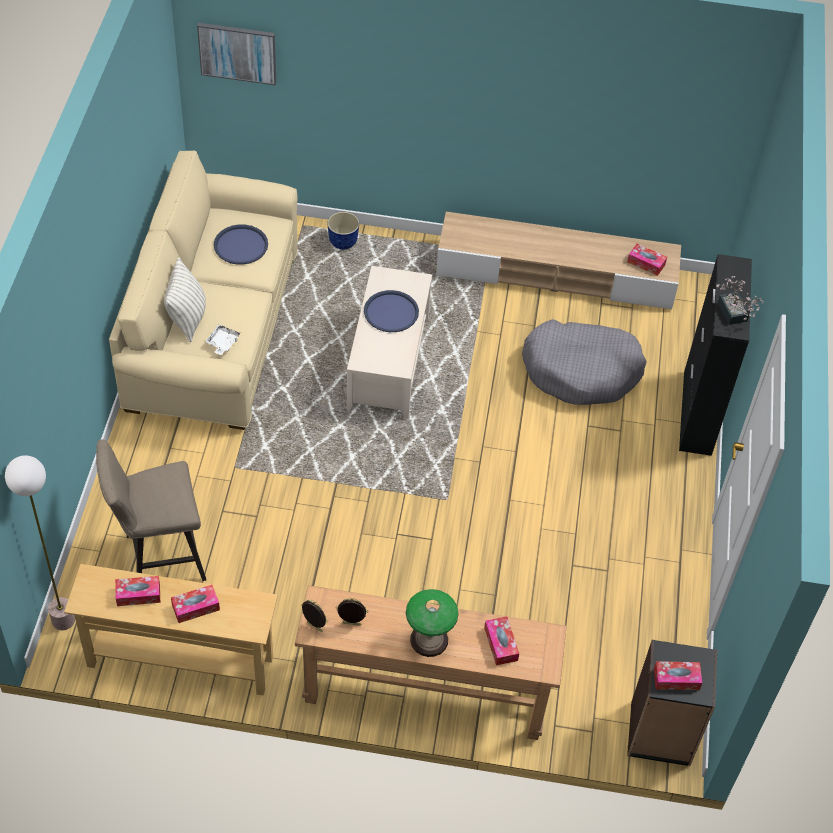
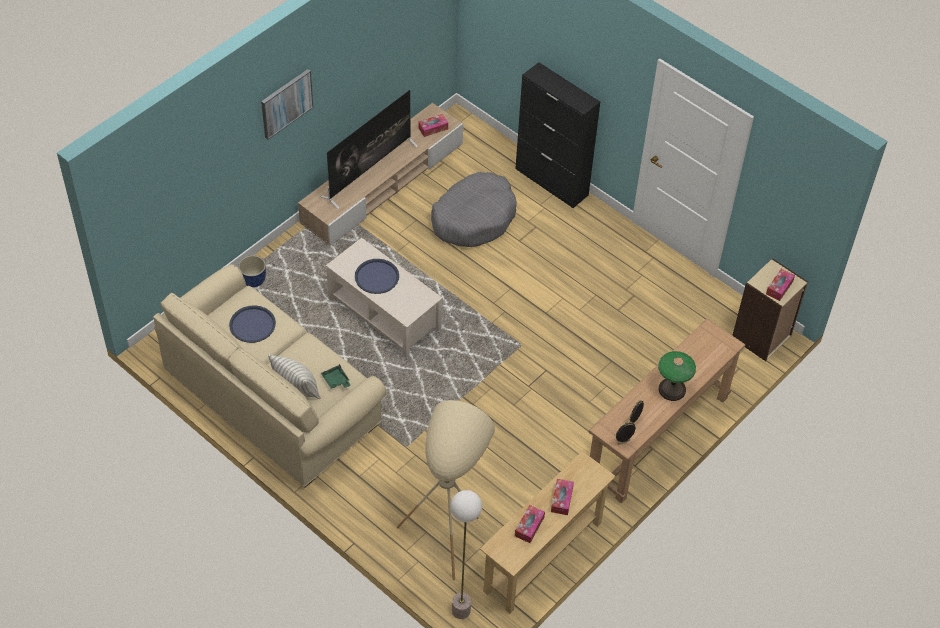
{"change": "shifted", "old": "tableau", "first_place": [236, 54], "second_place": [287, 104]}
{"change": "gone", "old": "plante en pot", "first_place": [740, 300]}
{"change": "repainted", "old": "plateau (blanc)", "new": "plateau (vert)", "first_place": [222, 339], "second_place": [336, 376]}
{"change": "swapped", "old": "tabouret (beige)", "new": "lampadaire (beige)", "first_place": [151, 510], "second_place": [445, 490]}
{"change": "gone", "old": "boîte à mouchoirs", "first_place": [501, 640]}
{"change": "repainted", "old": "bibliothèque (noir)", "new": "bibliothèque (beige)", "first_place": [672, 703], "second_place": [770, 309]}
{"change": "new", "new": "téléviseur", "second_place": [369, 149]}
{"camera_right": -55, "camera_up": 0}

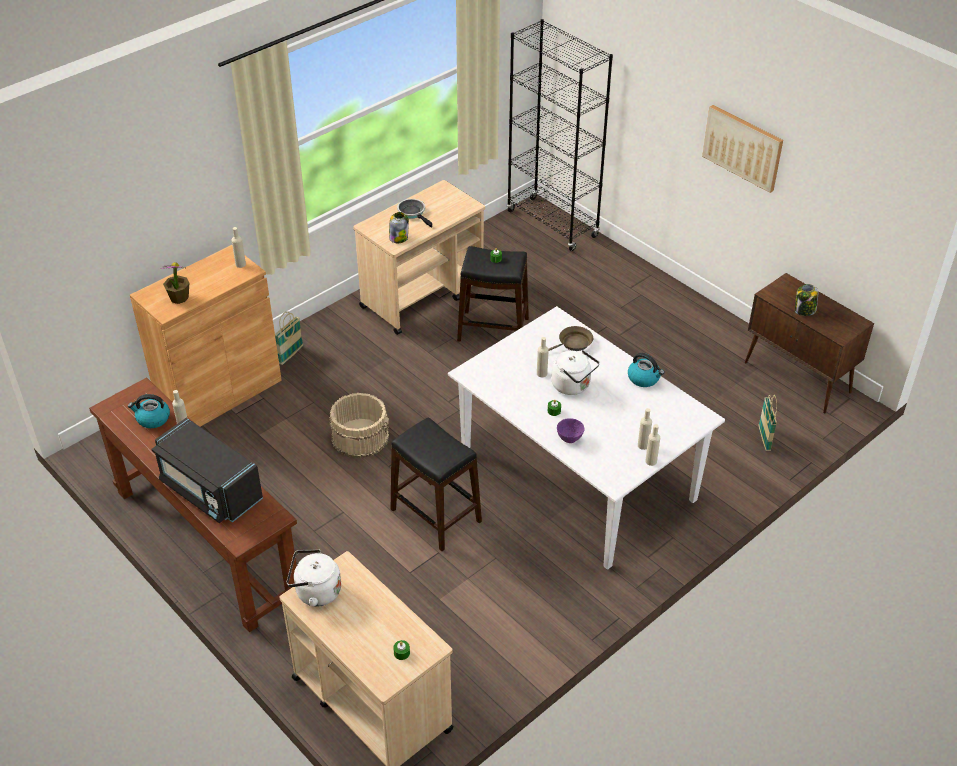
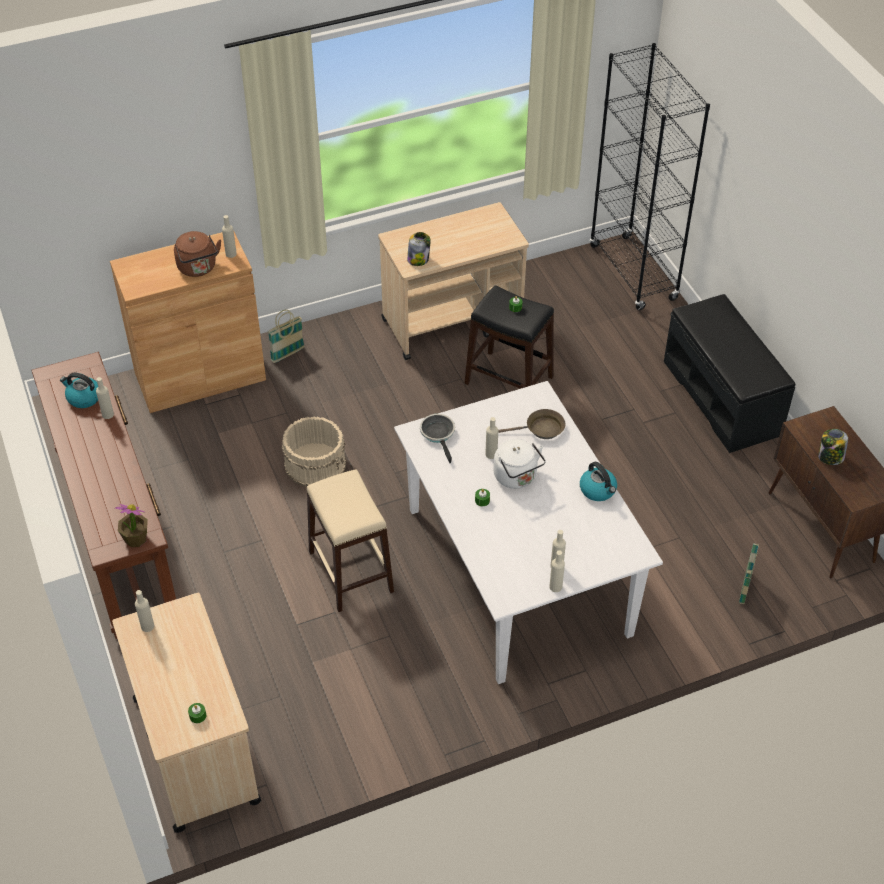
{"change": "gone", "old": "tableau", "first_place": [742, 149]}
{"change": "shifted", "old": "poêle", "first_place": [414, 213], "second_place": [437, 438]}
{"change": "shifted", "old": "plante en pot", "first_place": [175, 283], "second_place": [131, 525]}
{"change": "gone", "old": "micro-ondes (noir)", "first_place": [207, 470]}
{"change": "repainted", "old": "tabouret (noir)", "new": "tabouret (beige)", "first_place": [436, 484], "second_place": [350, 541]}
{"change": "gone", "old": "bol (violet)", "first_place": [571, 430]}
{"change": "swapped", "old": "bouilloire (blanc)", "new": "bouteille (beige)", "first_place": [314, 578], "second_place": [144, 611]}
{"change": "new", "new": "bouilloire (marron)", "second_place": [197, 254]}
{"change": "new", "new": "banc (noir)", "second_place": [729, 373]}
{"camera_right": 20, "camera_up": 5}

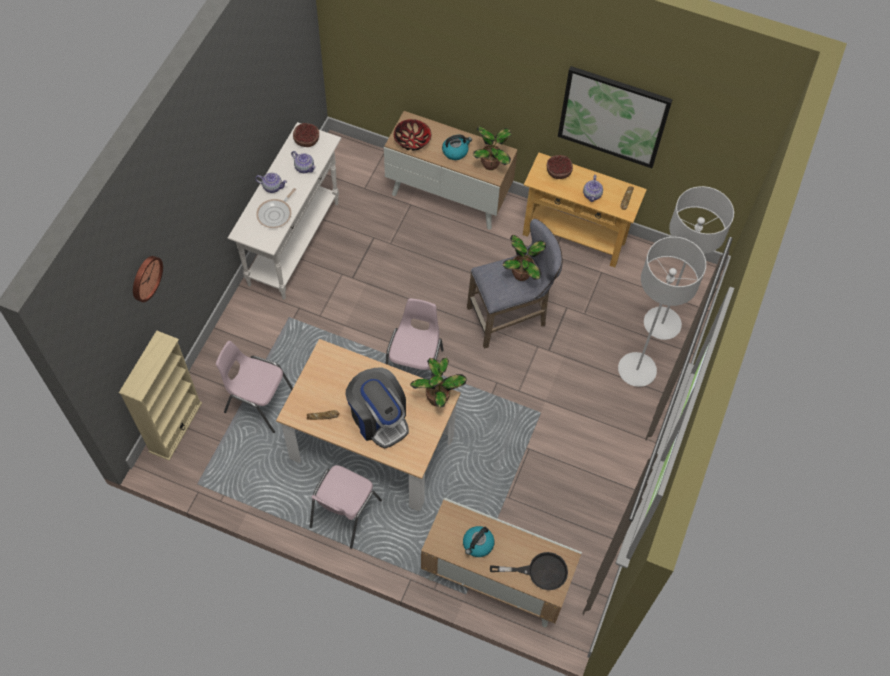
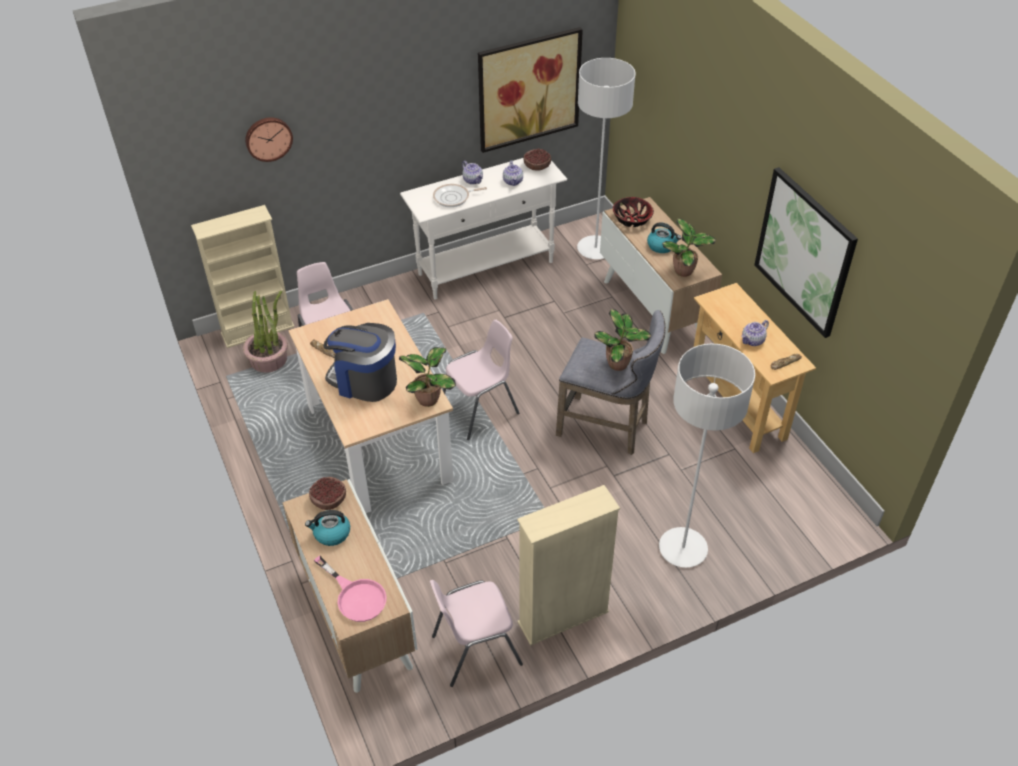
{"change": "shifted", "old": "bol", "first_place": [560, 167], "second_place": [327, 493]}
{"change": "shifted", "old": "lampadaire (gris)", "first_place": [689, 263], "second_place": [606, 158]}
{"change": "rotated", "old": "machine à café", "first_place": [377, 408], "second_place": [360, 362], "degrees": 105}
{"change": "shifted", "old": "chaise (rose)", "first_place": [346, 507], "second_place": [476, 633]}
{"change": "repainted", "old": "poêle (noir)", "new": "poêle (rose)", "first_place": [529, 571], "second_place": [350, 589]}
{"change": "new", "new": "tableau", "second_place": [530, 90]}
{"change": "new", "new": "plante en pot", "second_place": [265, 332]}
{"change": "new", "new": "bibliothèque (beige)", "second_place": [568, 565]}
{"camera_right": 45, "camera_up": -15}

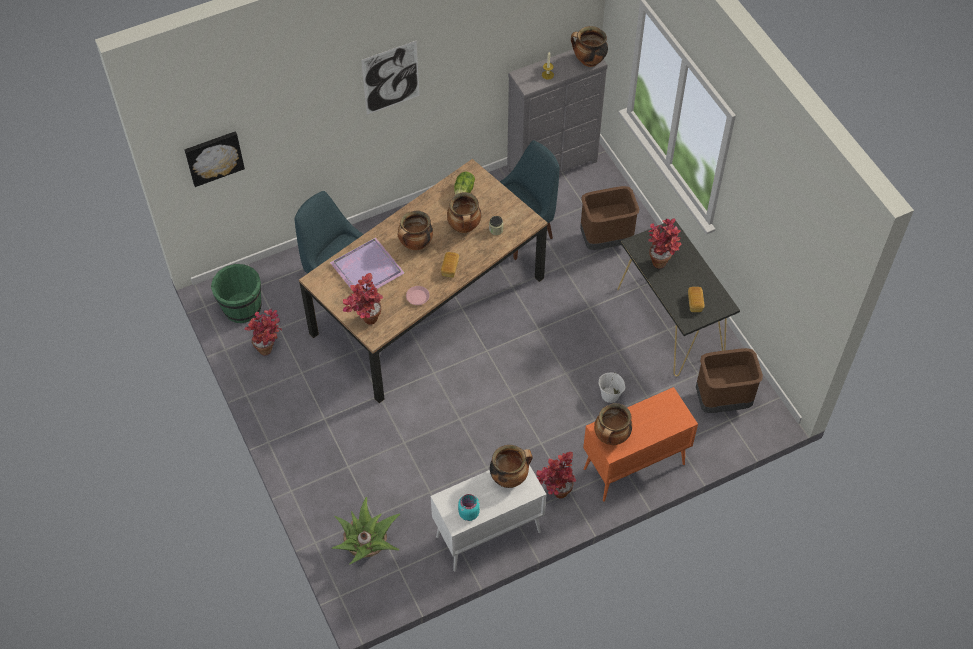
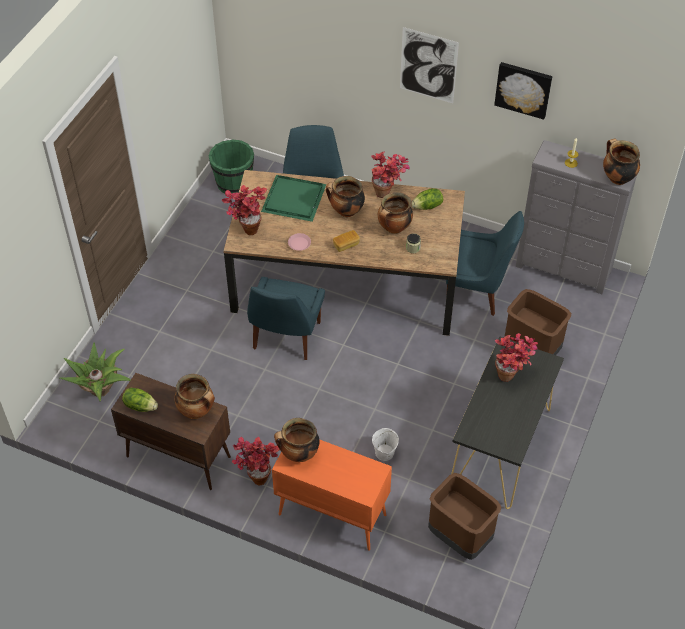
{"change": "shifted", "old": "tableau", "first_place": [214, 159], "second_place": [523, 91]}
{"change": "repainted", "old": "plateau (violet)", "new": "plateau (vert)", "first_place": [367, 265], "second_place": [294, 198]}
{"change": "gone", "old": "pain", "first_place": [696, 299]}
{"change": "shifted", "old": "plante en pot", "first_place": [263, 332], "second_place": [390, 174]}
{"change": "repainted", "old": "meuble de rangement (blanc)", "new": "meuble de rangement (marron)", "first_place": [489, 518], "second_place": [171, 431]}
{"change": "swapped", "old": "bocal (turquoise)", "new": "laitue", "first_place": [469, 507], "second_place": [140, 400]}
{"change": "new", "new": "chaise (bleu)", "second_place": [286, 318]}
{"camera_right": 50, "camera_up": -5}

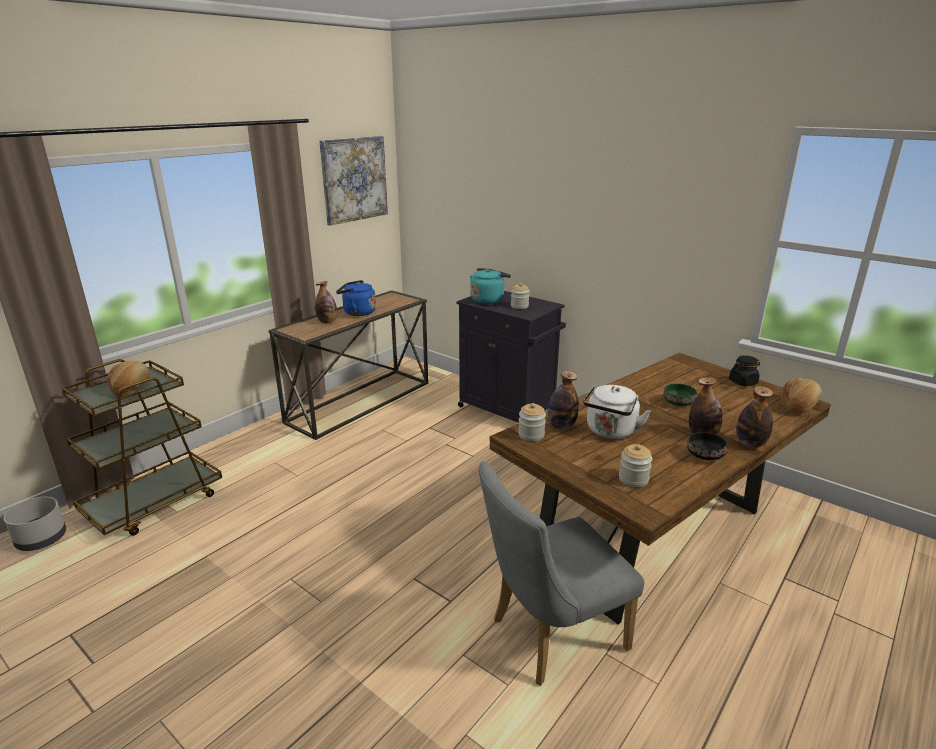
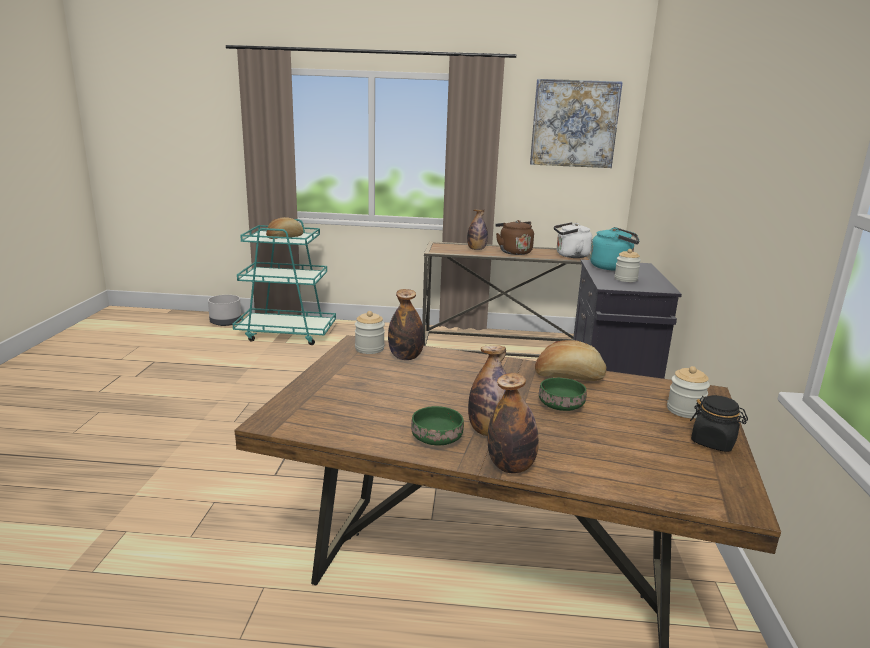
{"change": "repainted", "old": "bouilloire (bleu)", "new": "bouilloire (marron)", "first_place": [356, 298], "second_place": [515, 237]}
{"change": "repainted", "old": "chariot (marron)", "new": "chariot (turquoise)", "first_place": [142, 447], "second_place": [284, 282]}
{"change": "shifted", "old": "pain", "first_place": [801, 396], "second_place": [570, 360]}
{"change": "shifted", "old": "bouilloire (blanc)", "first_place": [617, 412], "second_place": [573, 240]}
{"change": "repainted", "old": "bol (noir)", "new": "bol (vert)", "first_place": [707, 446], "second_place": [437, 426]}
{"change": "shifted", "old": "bocal", "first_place": [635, 465], "second_place": [688, 392]}
{"change": "gone", "old": "chaise (gris)", "first_place": [561, 573]}
{"camera_right": 55, "camera_up": -5}

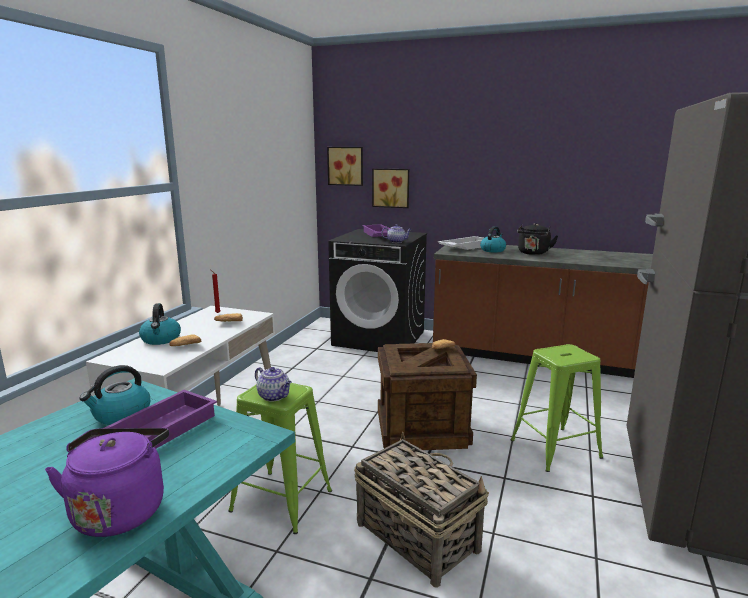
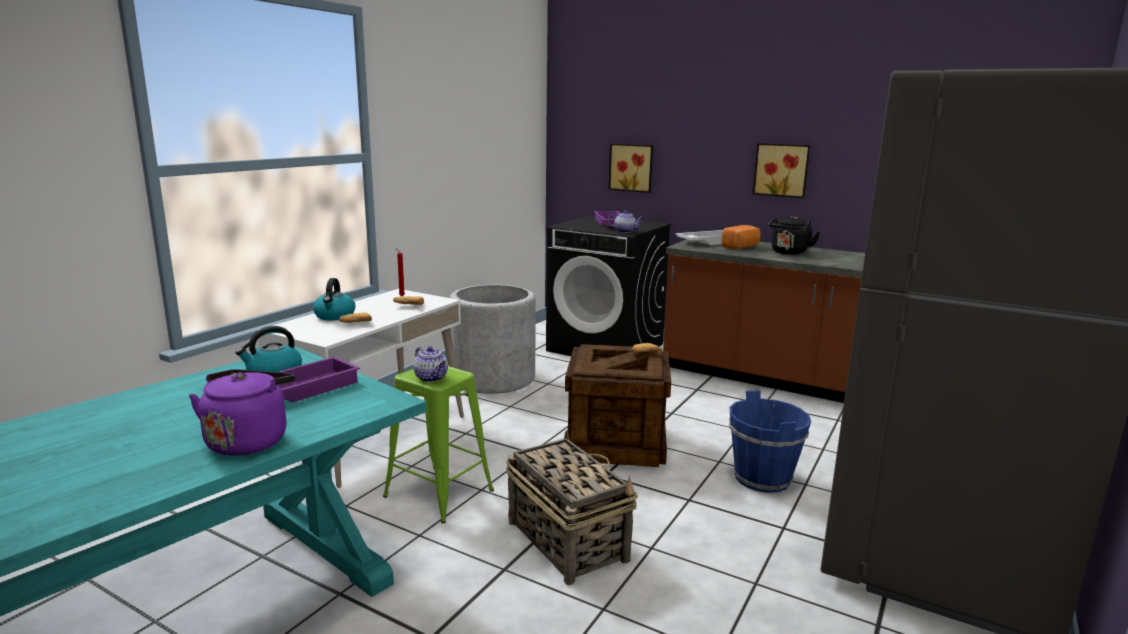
{"change": "shifted", "old": "tableau", "first_place": [345, 166], "second_place": [781, 170]}
{"change": "swapped", "old": "bouilloire", "new": "pain", "first_place": [493, 239], "second_place": [741, 237]}
{"change": "swapped", "old": "tabouret (vert)", "new": "seau (bleu)", "first_place": [557, 408], "second_place": [770, 441]}
{"change": "new", "new": "cache-pot (gris)", "second_place": [493, 339]}
{"camera_right": 10, "camera_up": 0}

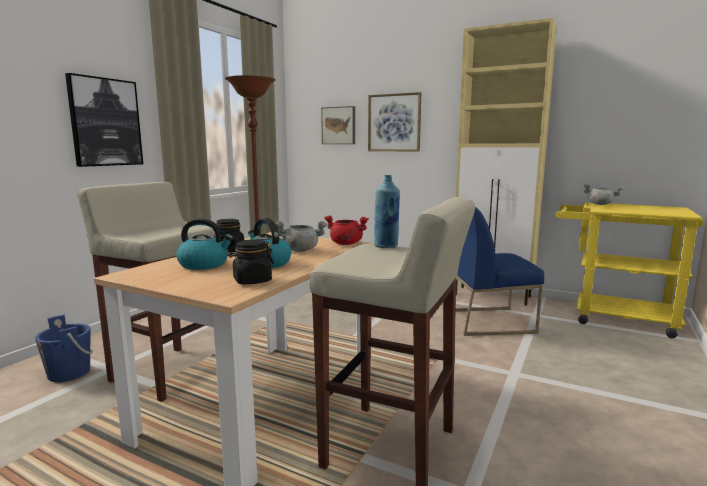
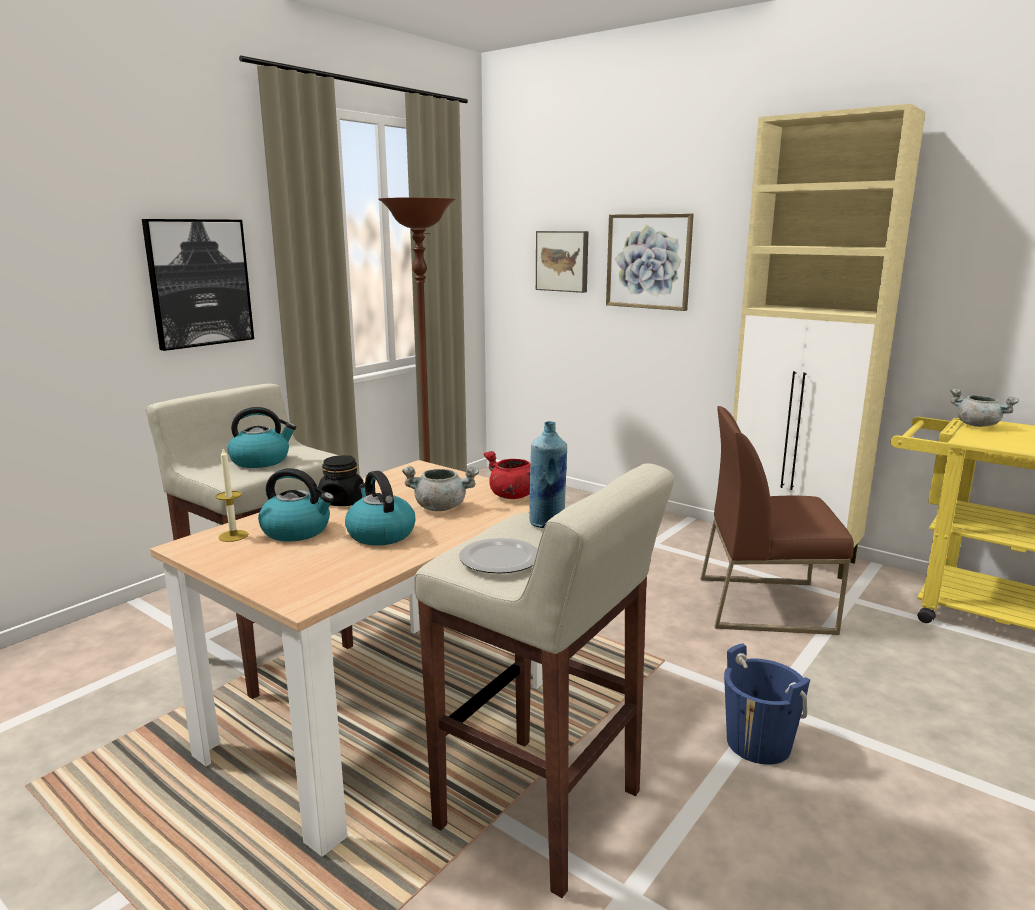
{"change": "repainted", "old": "chaise (bleu)", "new": "chaise (marron)", "first_place": [500, 271], "second_place": [777, 520]}
{"change": "gone", "old": "bocal (noir)", "first_place": [250, 261]}
{"change": "shifted", "old": "seau (bleu)", "first_place": [64, 348], "second_place": [767, 704]}
{"change": "new", "new": "bouilloire", "second_place": [261, 437]}
{"change": "new", "new": "bougie", "second_place": [232, 495]}
{"change": "new", "new": "assiette", "second_place": [498, 555]}
{"camera_right": 10, "camera_up": 5}

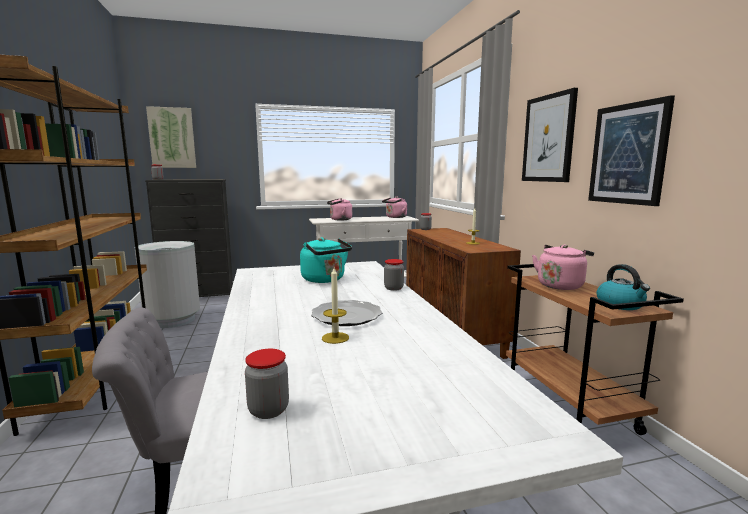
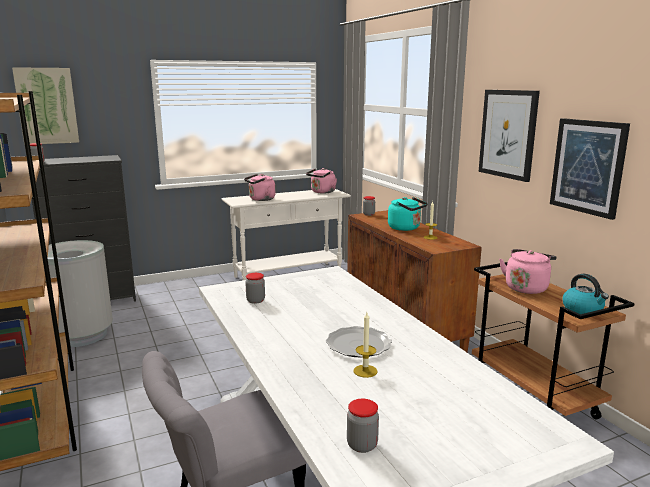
{"change": "shifted", "old": "bouilloire (turquoise)", "first_place": [326, 260], "second_place": [408, 214]}
{"change": "shifted", "old": "bocal", "first_place": [394, 275], "second_place": [255, 288]}
{"camera_right": -10, "camera_up": 5}

